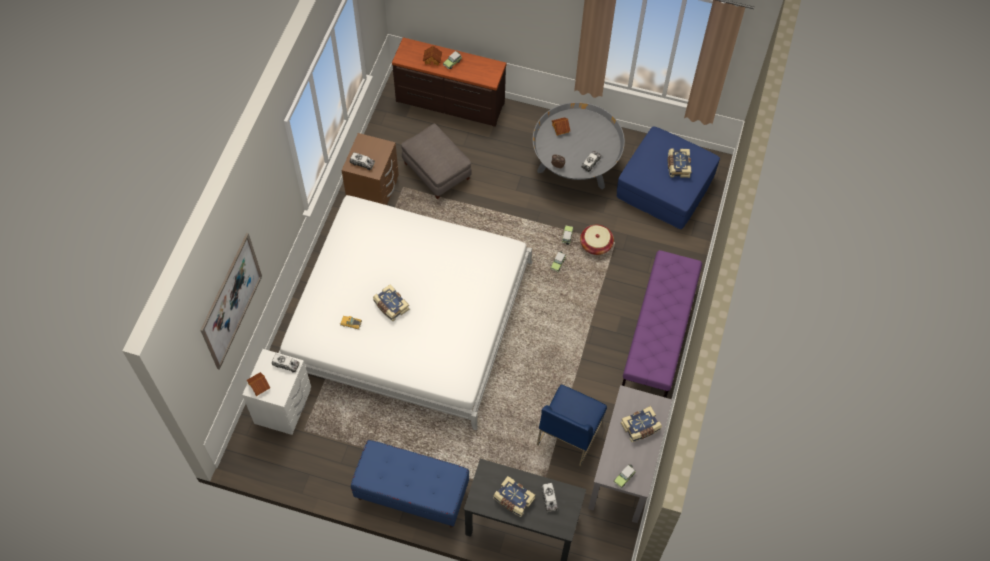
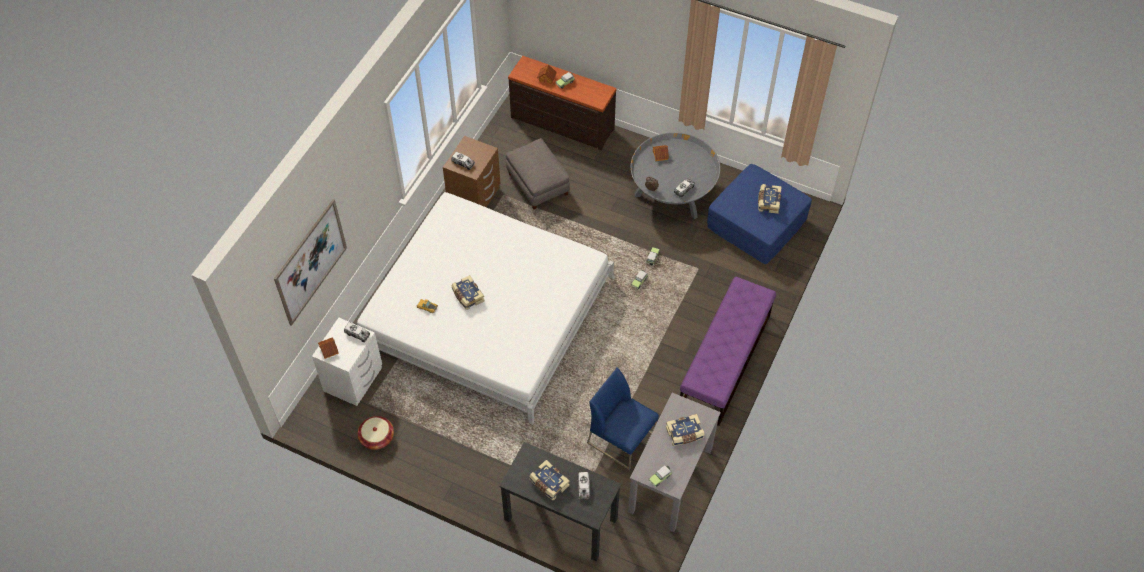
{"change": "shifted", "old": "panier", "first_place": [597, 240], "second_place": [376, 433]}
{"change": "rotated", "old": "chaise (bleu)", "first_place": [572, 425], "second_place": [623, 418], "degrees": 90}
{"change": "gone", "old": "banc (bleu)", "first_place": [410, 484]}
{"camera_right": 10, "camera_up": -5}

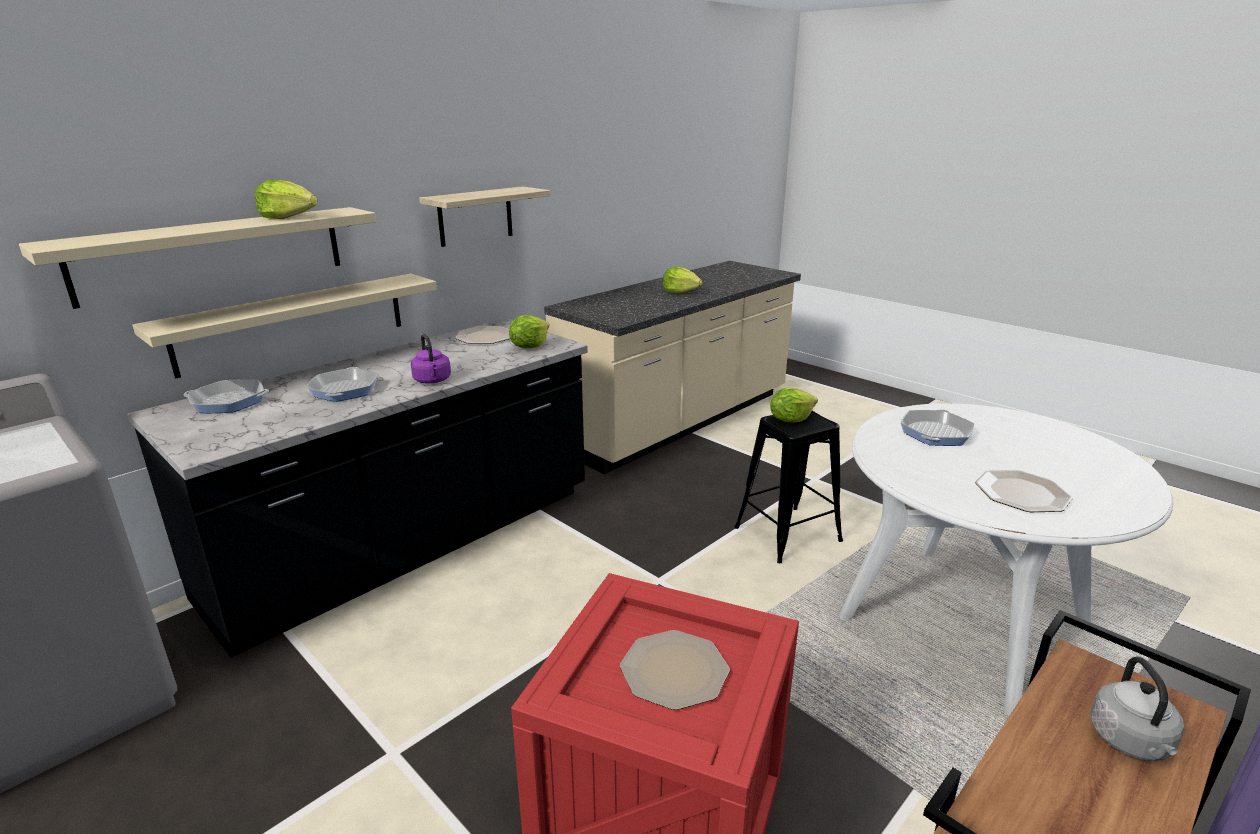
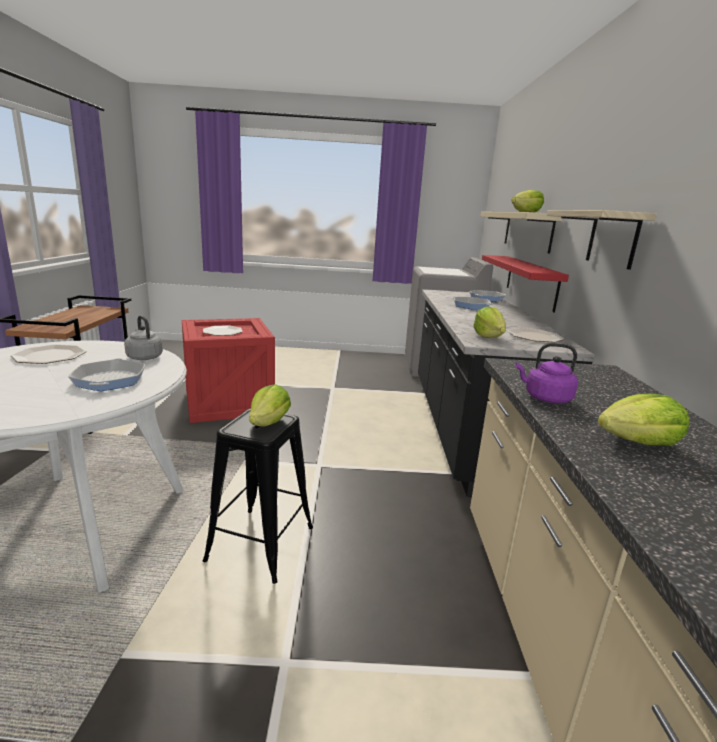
{"change": "repainted", "old": "étagère (beige)", "new": "étagère (rouge)", "first_place": [284, 326], "second_place": [525, 283]}
{"change": "shifted", "old": "bouilloire (violet)", "first_place": [431, 359], "second_place": [547, 373]}
{"change": "shifted", "old": "bouilloire (gris)", "first_place": [1137, 708], "second_place": [143, 337]}
{"camera_right": 135, "camera_up": -5}

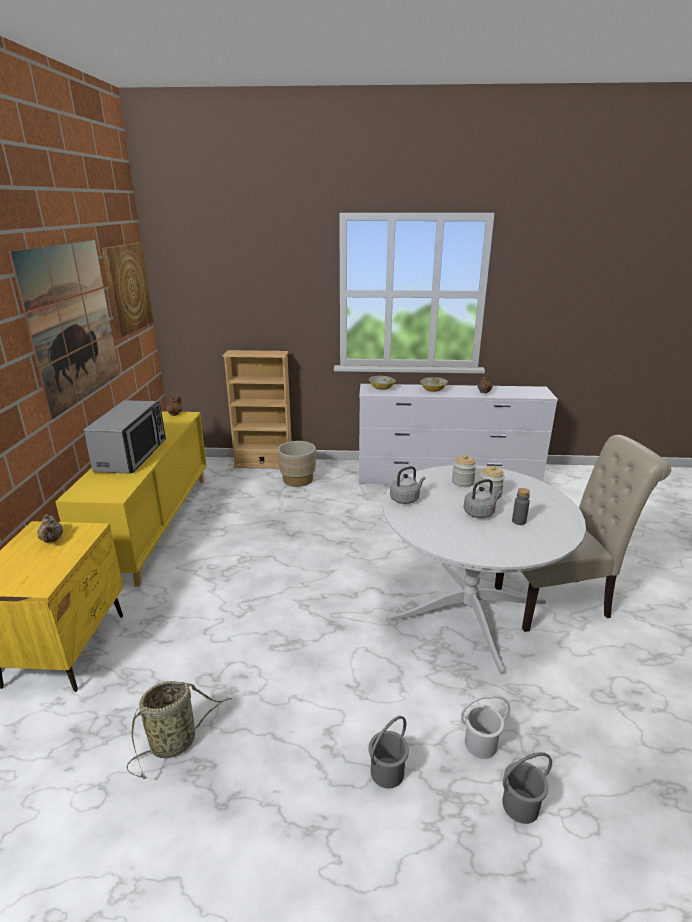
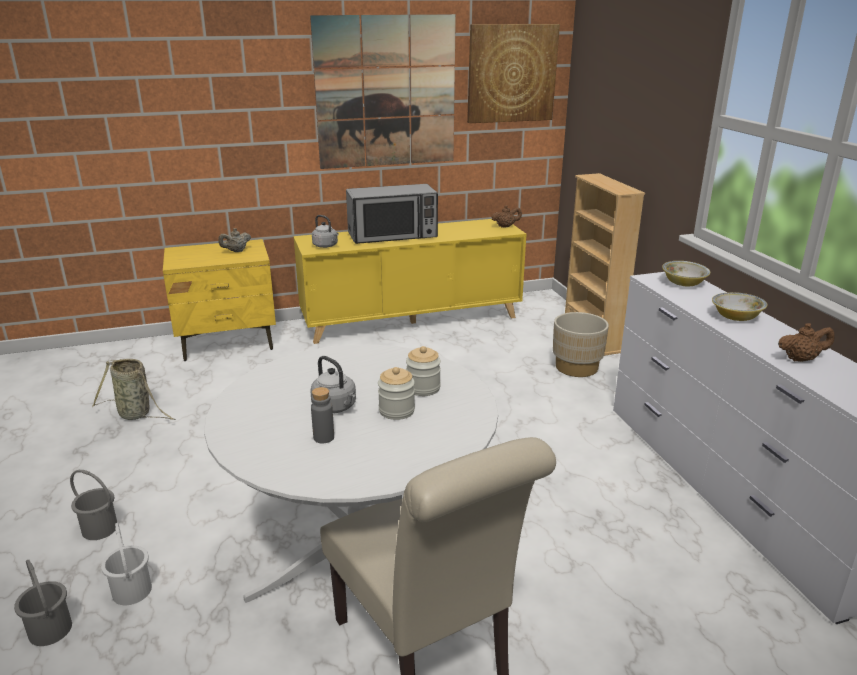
{"change": "shifted", "old": "bouilloire (gris)", "first_place": [408, 485], "second_place": [325, 231]}
{"camera_right": 70, "camera_up": 0}

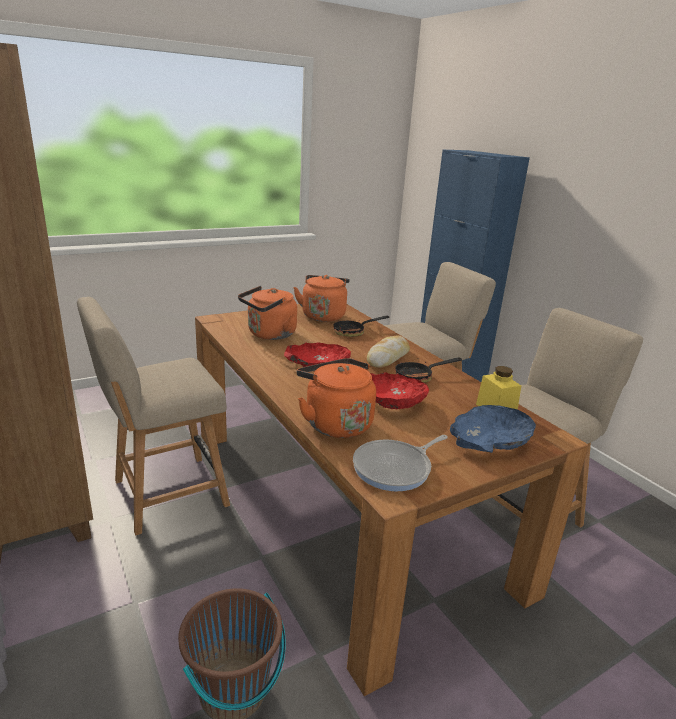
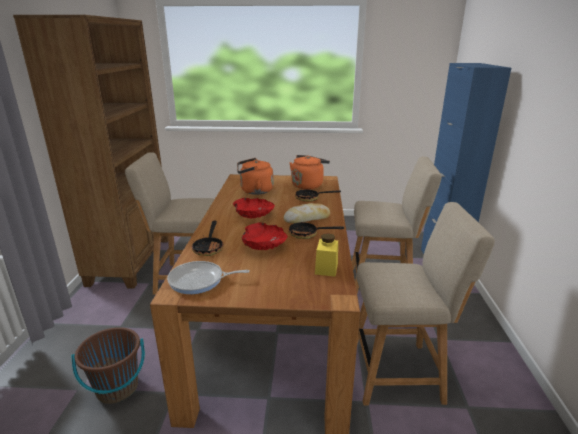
{"change": "swapped", "old": "bouilloire (orange)", "new": "poêle", "first_place": [336, 398], "second_place": [207, 238]}
{"change": "gone", "old": "bol (bleu)", "first_place": [493, 429]}
{"camera_right": 35, "camera_up": 0}

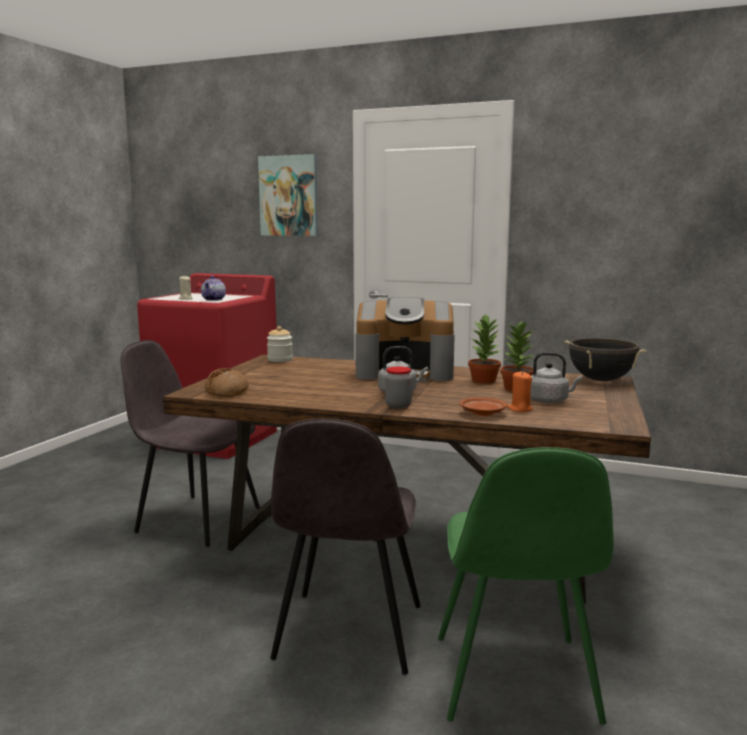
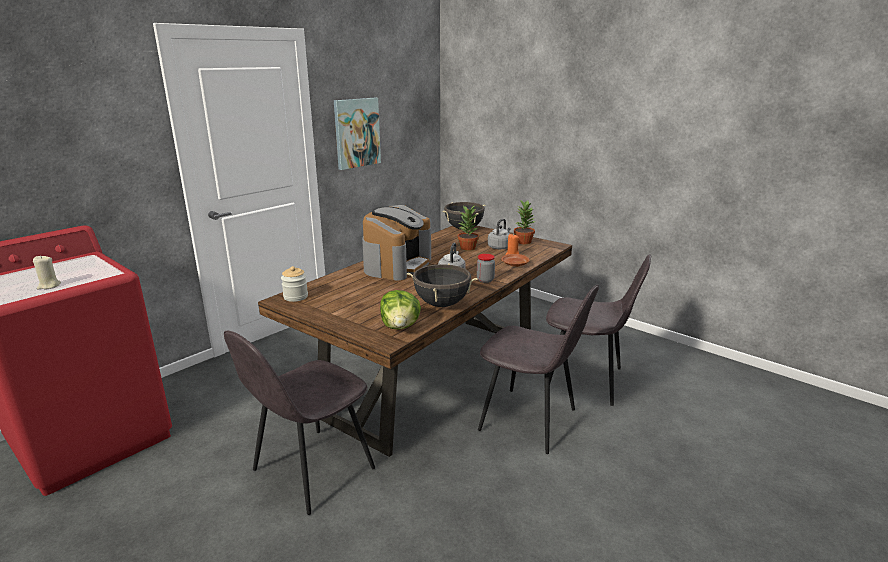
{"change": "shifted", "old": "tableau", "first_place": [288, 195], "second_place": [357, 134]}
{"change": "gone", "old": "théière", "first_place": [213, 288]}
{"change": "shifted", "old": "plante en pot", "first_place": [484, 348], "second_place": [524, 222]}
{"change": "swapped", "old": "pain", "new": "laitue", "first_place": [227, 382], "second_place": [400, 309]}
{"change": "repainted", "old": "chaise (vert)", "new": "chaise (gris)", "first_place": [526, 586], "second_place": [598, 330]}
{"change": "new", "new": "marmite (noir)", "second_place": [442, 285]}
{"camera_right": -70, "camera_up": 10}

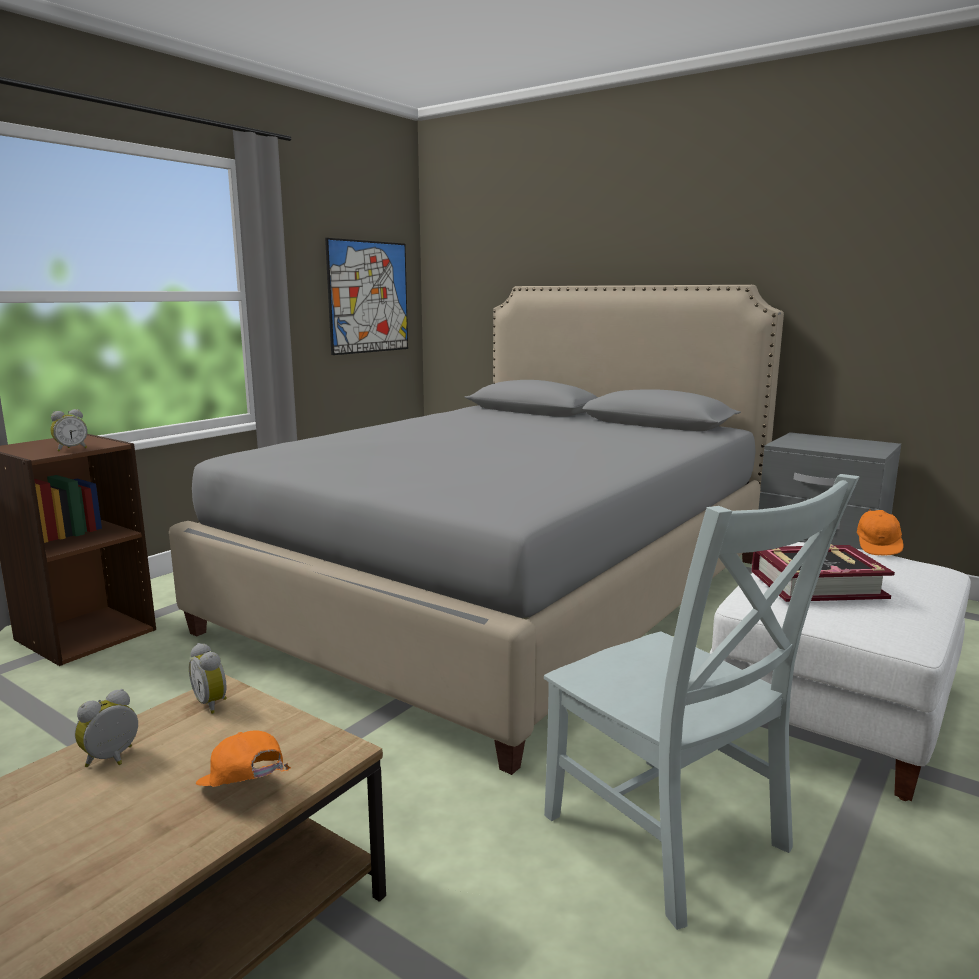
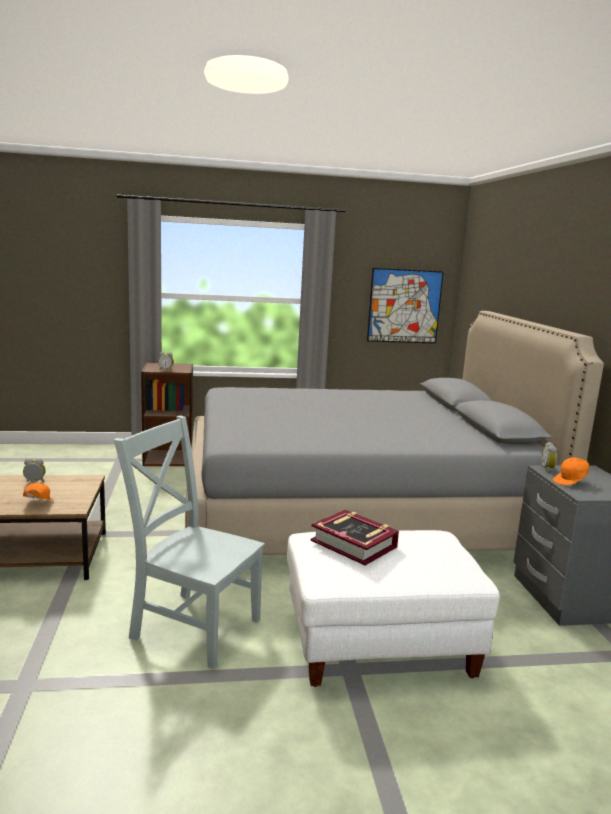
{"change": "rotated", "old": "chaise (gris)", "first_place": [701, 702], "second_place": [189, 542], "degrees": 105}
{"change": "shifted", "old": "casquette (orange)", "first_place": [880, 533], "second_place": [571, 471]}
{"change": "shifted", "old": "réveil", "first_place": [208, 678], "second_place": [549, 457]}
{"camera_right": 45, "camera_up": 0}

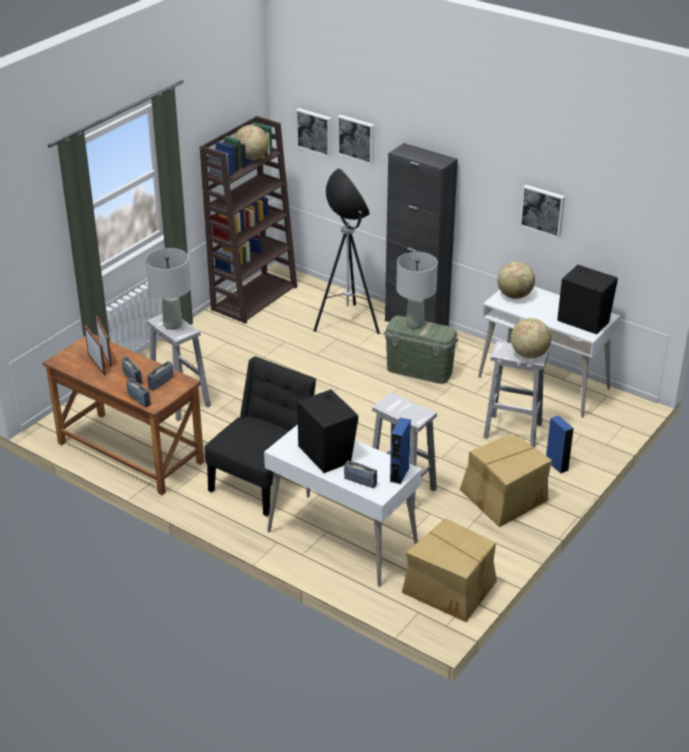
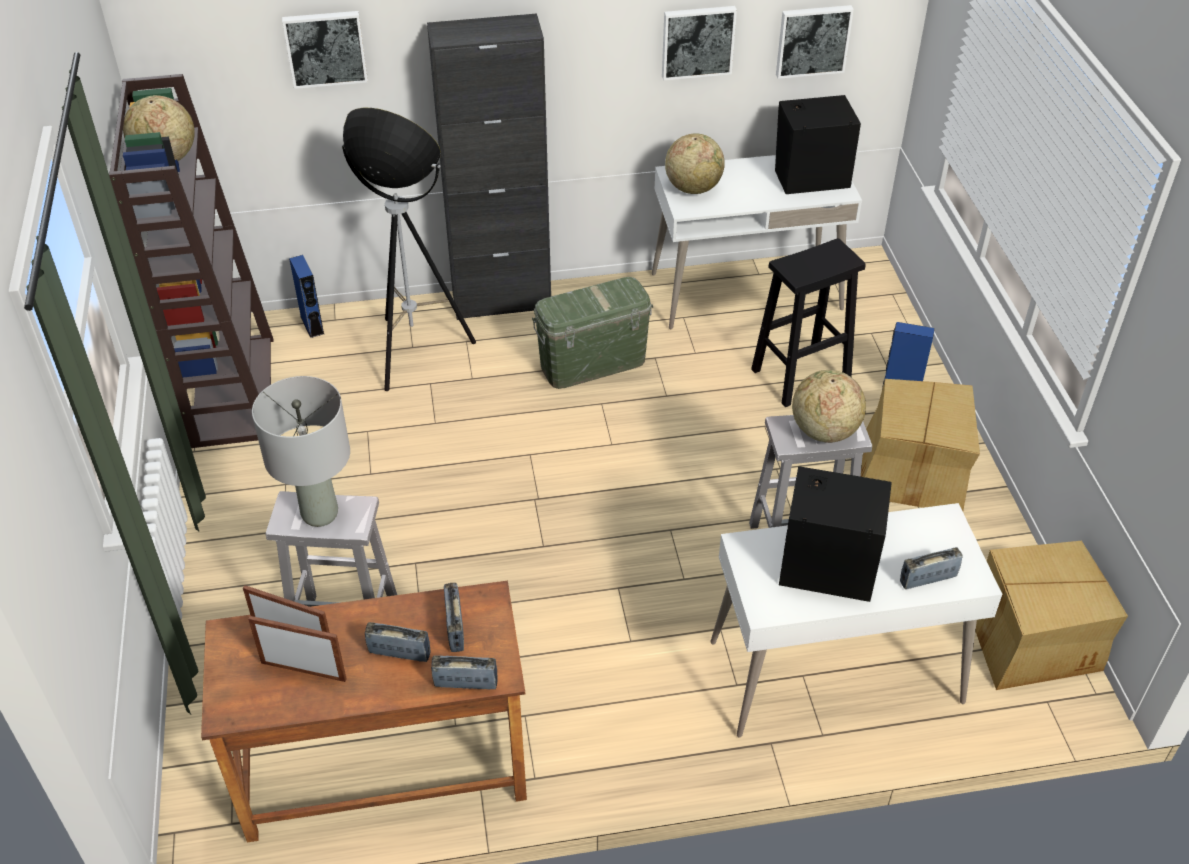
{"change": "shifted", "old": "tableau", "first_place": [314, 132], "second_place": [815, 42]}
{"change": "gone", "old": "lampe de table (gris)", "first_place": [417, 290]}
{"change": "shifted", "old": "globe", "first_place": [531, 338], "second_place": [829, 406]}
{"change": "repainted", "old": "tabouret (blanc)", "new": "tabouret (noir)", "first_place": [516, 394], "second_place": [808, 322]}
{"change": "gone", "old": "chaise (noir)", "first_place": [260, 436]}
{"change": "shifted", "old": "enceinte (bleu)", "first_place": [400, 451], "second_place": [306, 296]}
{"camera_right": -45, "camera_up": 10}

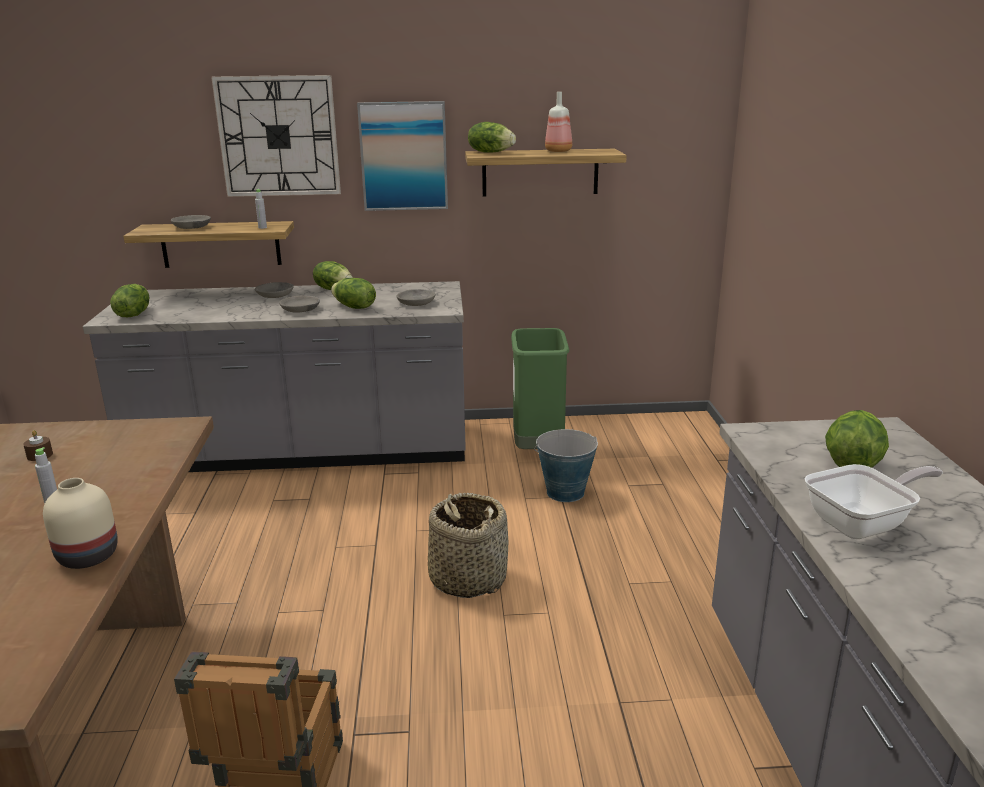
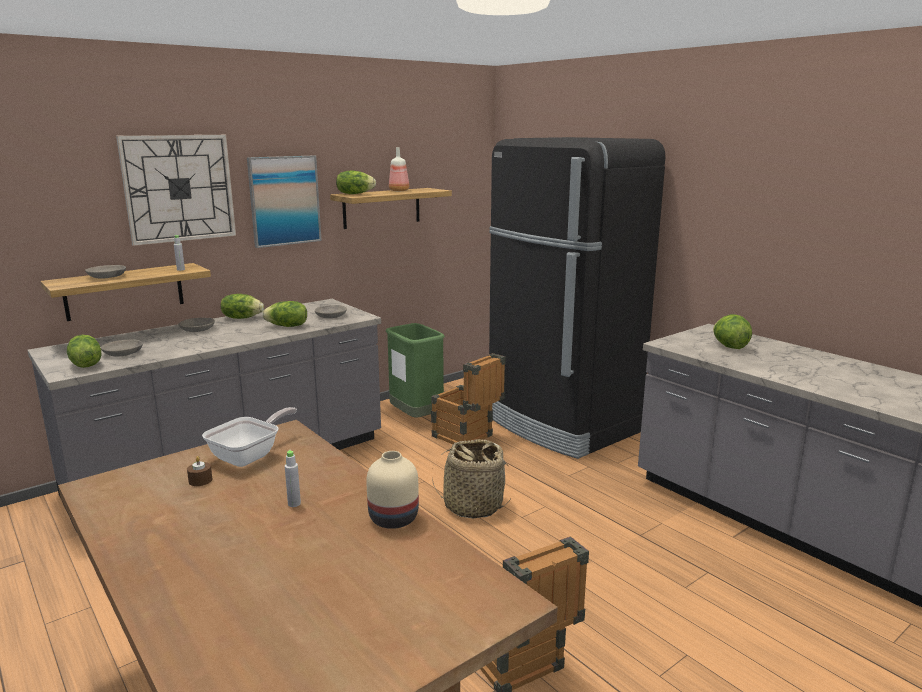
{"change": "shifted", "old": "bol (gris)", "first_place": [299, 304], "second_place": [122, 348]}
{"change": "swapped", "old": "seau", "new": "caisse", "first_place": [566, 465], "second_place": [468, 398]}
{"change": "shifted", "old": "poêle", "first_place": [873, 501], "second_place": [249, 437]}
{"change": "new", "new": "réfrigérateur (noir)", "second_place": [577, 298]}
{"camera_right": -35, "camera_up": -5}

